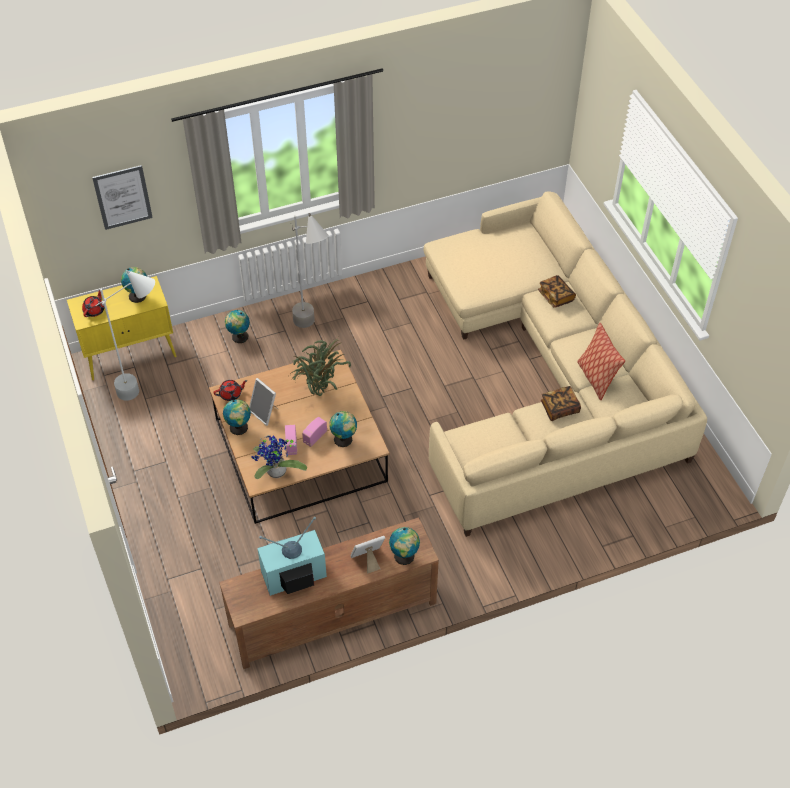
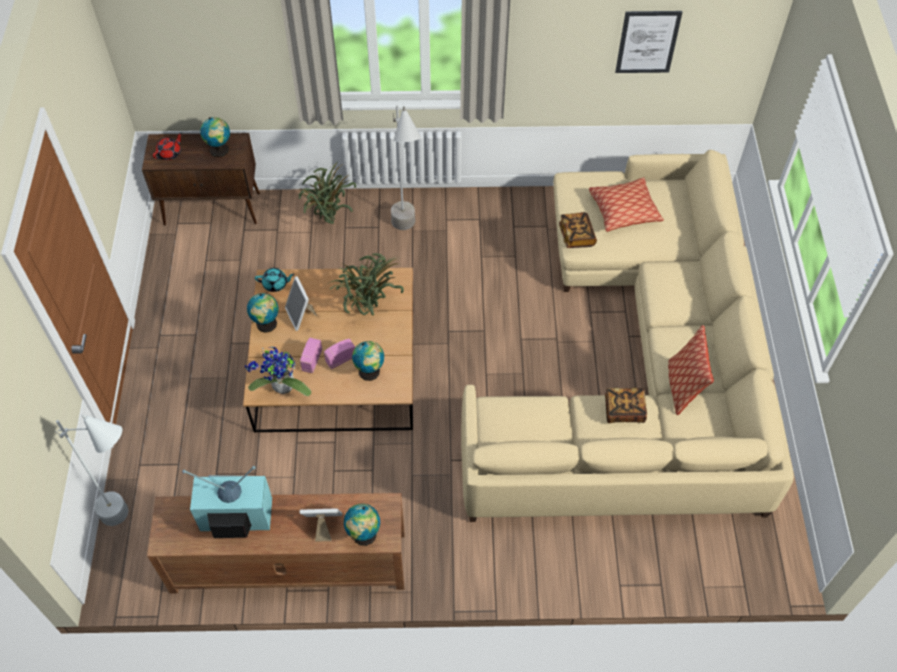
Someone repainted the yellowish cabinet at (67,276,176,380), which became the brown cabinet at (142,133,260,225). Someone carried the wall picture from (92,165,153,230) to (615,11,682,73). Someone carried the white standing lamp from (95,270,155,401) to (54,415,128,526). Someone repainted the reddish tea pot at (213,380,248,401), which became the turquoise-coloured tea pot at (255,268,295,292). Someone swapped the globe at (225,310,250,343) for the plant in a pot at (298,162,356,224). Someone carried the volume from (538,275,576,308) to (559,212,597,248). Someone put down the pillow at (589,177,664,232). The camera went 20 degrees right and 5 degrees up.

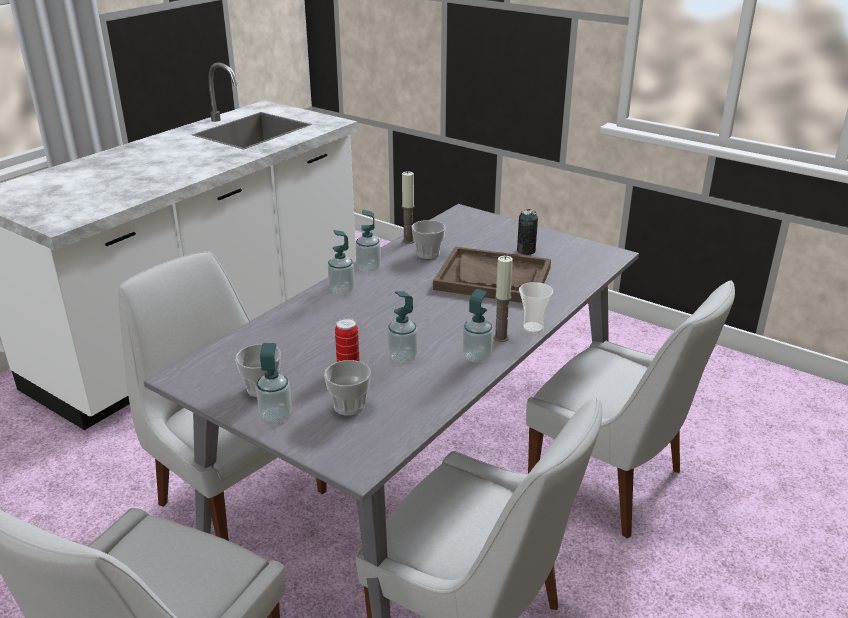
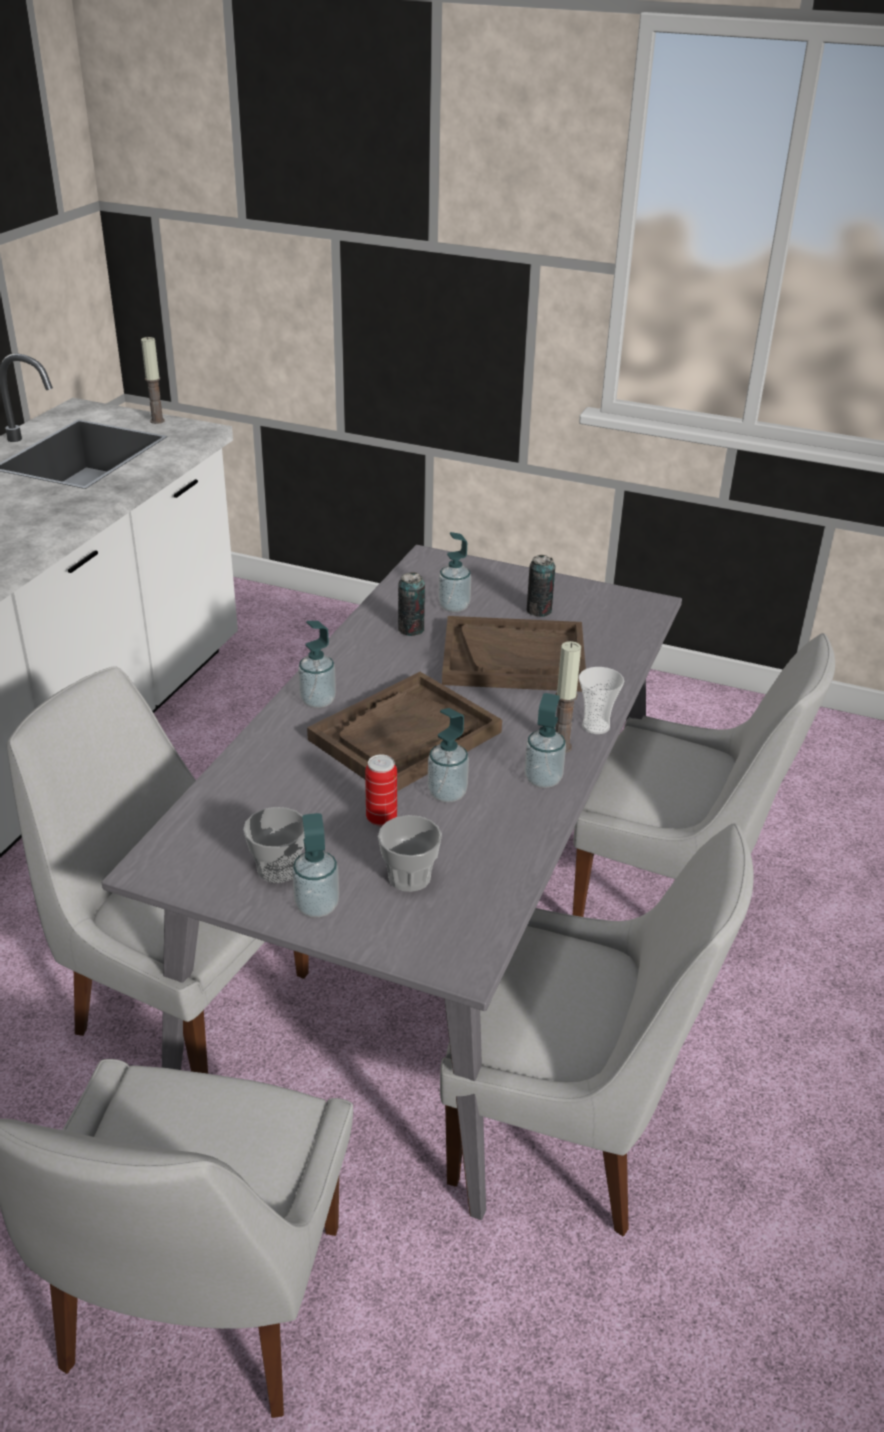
Someone carried the soap dispenser from (355,210,381,272) to (438,532,471,613). Someone carried the wax light from (402,171,415,244) to (141,336,165,424). Someone swapped the small cup at (411,220,446,259) for the sealed can at (398,572,425,636). Someone put down the brown carrying tray at (307,672,502,791). The camera went 15 degrees left and 5 degrees up.

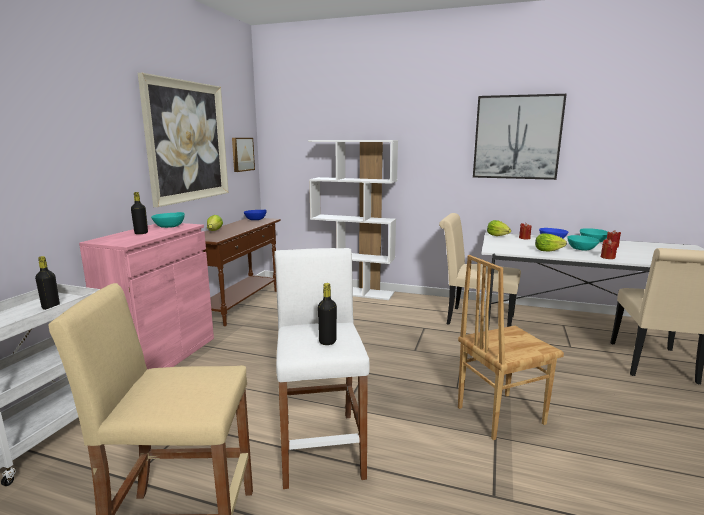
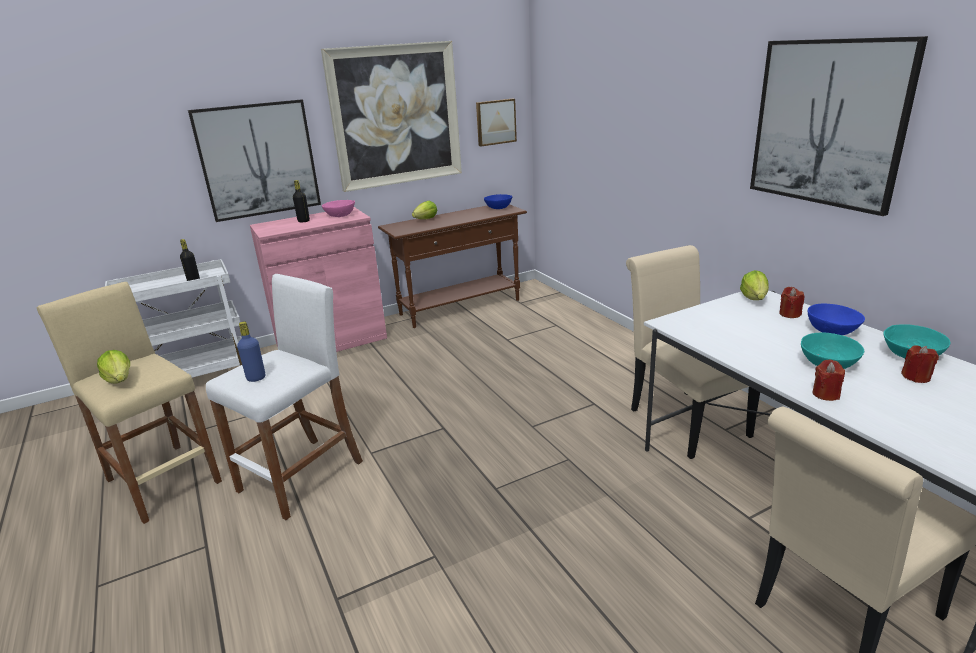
Someone repainted the turquoise-coloured bowl at (151,212,185,228), which became the pink bowl at (322,200,355,217). Someone took away the white bookcase at (308,140,398,300). Someone repainted the black-coloured drink bottle at (318,283,337,345), which became the bluish drink bottle at (237,322,265,382). Someone took away the brown plain chair at (458,255,564,440). Someone carried the lettuce head from (535,233,567,251) to (97,350,130,384). Someone put up the wall picture at (188,99,321,222). The camera went 45 degrees right and 10 degrees up.

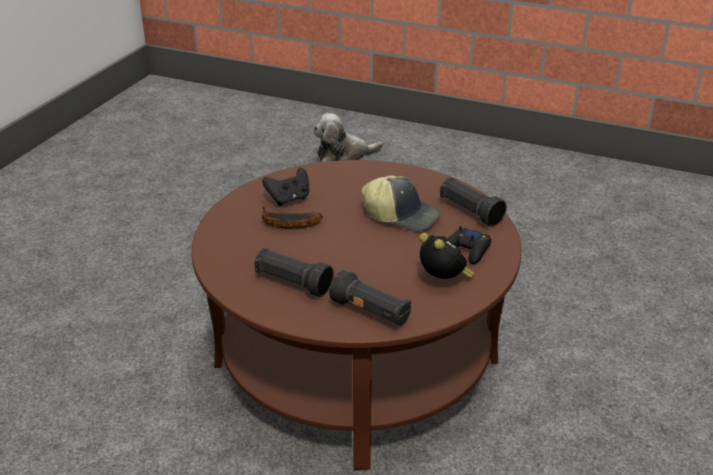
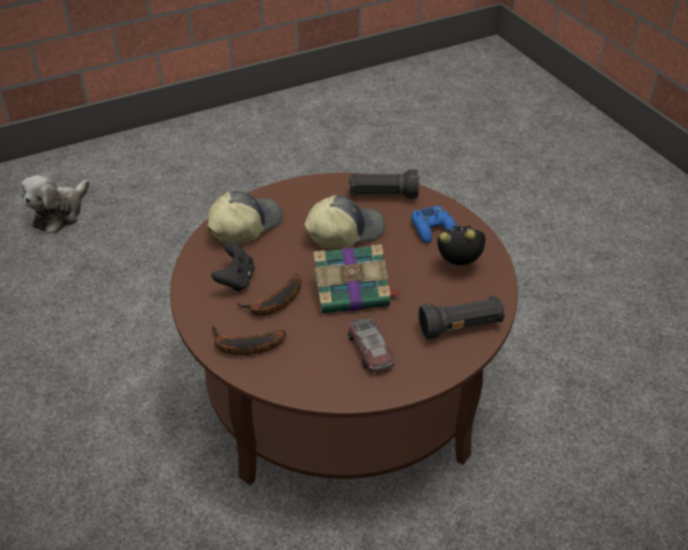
Someone swapped the black-coloured flashlight at (254,248,334,297) for the toy car at (348,318,395,374). Someone repainted the black-coloured joypad at (448,226,491,264), which became the bluish joypad at (411,206,456,243). Someone put down the cap at (208,191,283,245). Someone put down the banana at (212,326,286,355). Someone put down the volume at (313,244,402,313). The camera went 50 degrees left and 10 degrees up.

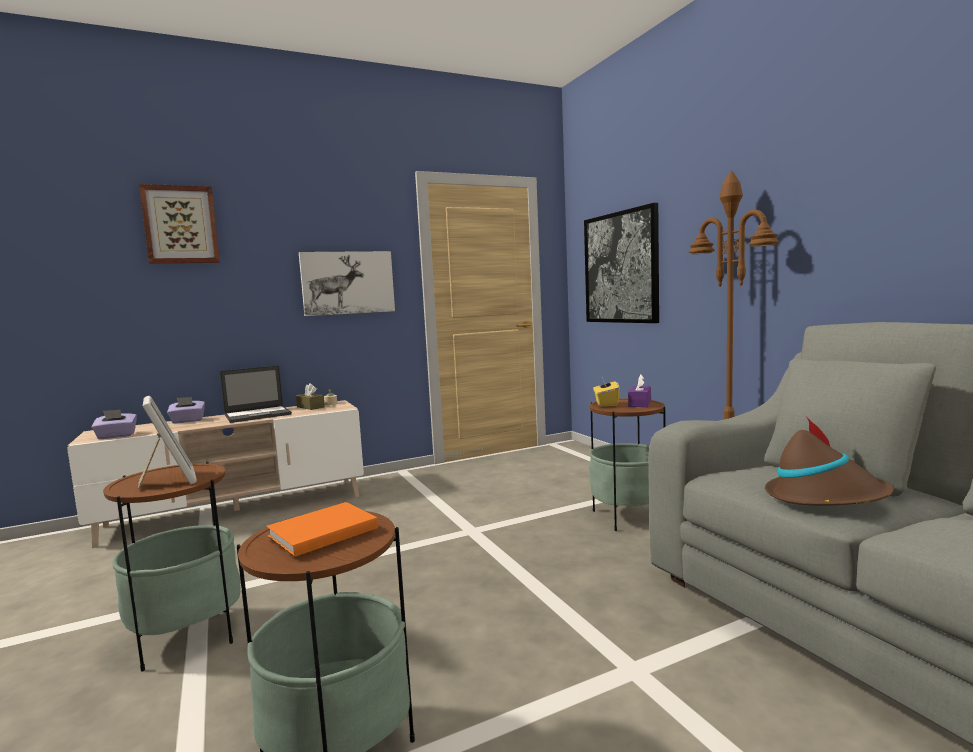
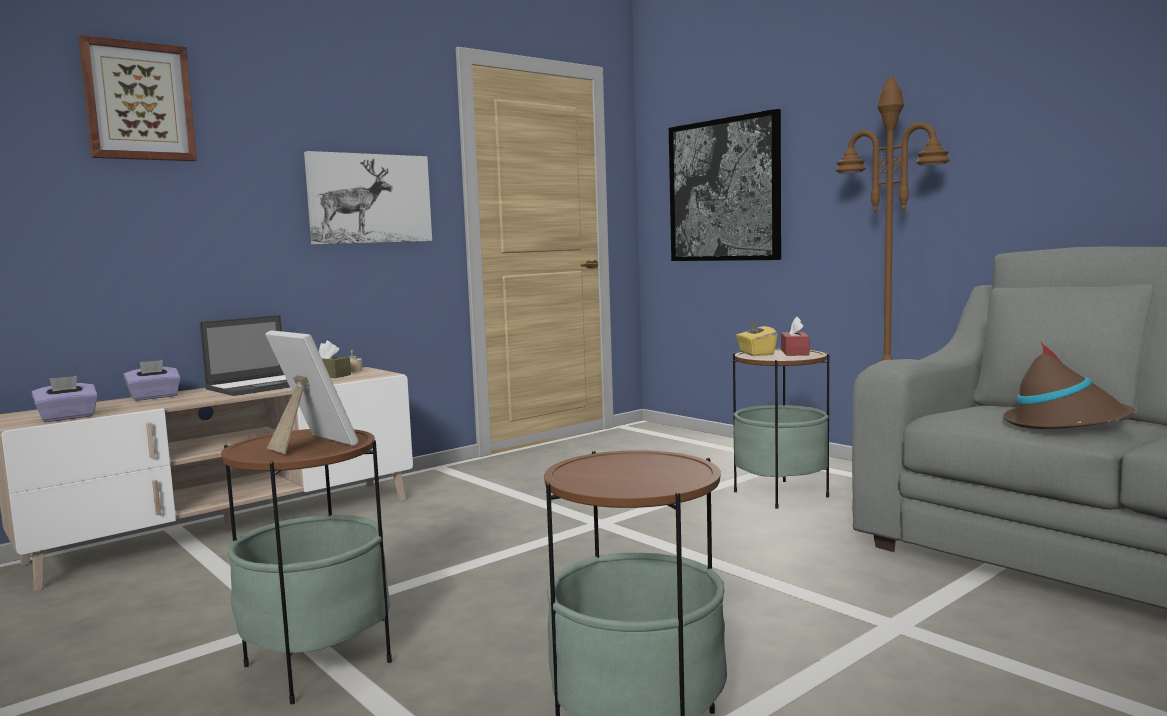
Someone took away the orange volume at (267,502,378,557). Someone repainted the purple tissue box at (628,375,651,407), which became the reddish tissue box at (781,316,810,356). The camera went 15 degrees left and 0 degrees up.

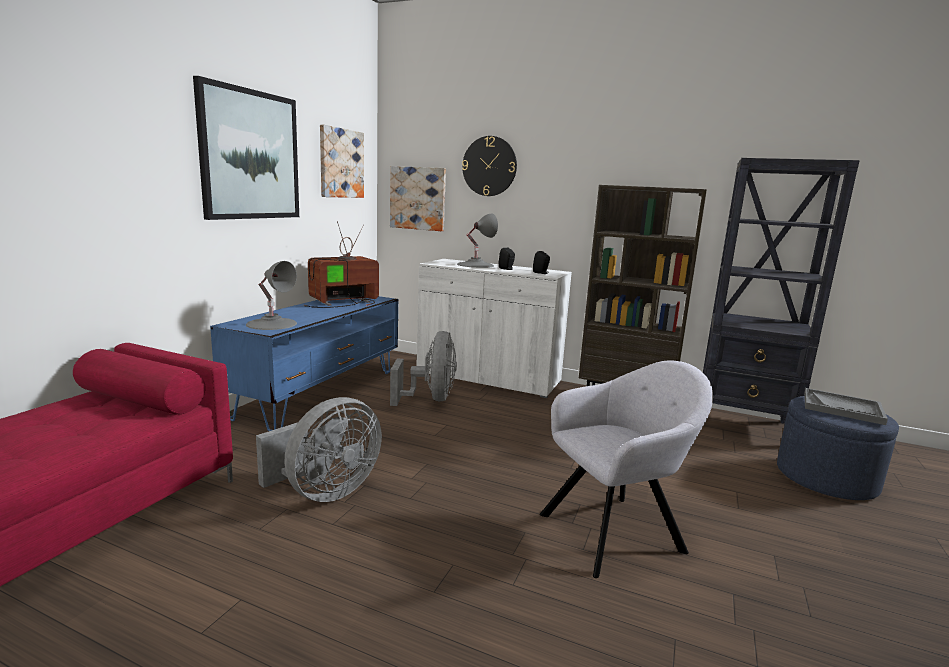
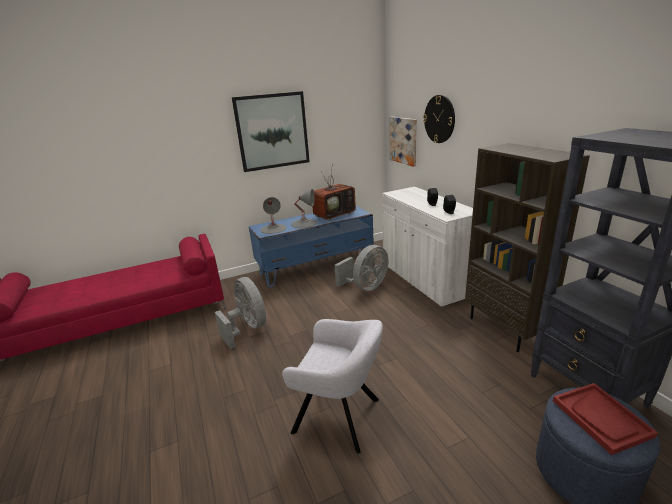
Someone rotated the gray electric fan at (256,397,382,502) by 120 degrees counterclockwise. Someone rotated the TV set at (303,221,379,308) by 135 degrees clockwise. Someone took away the wall picture at (320,125,364,198). Someone carried the gray lamp for a table from (457,213,498,268) to (291,189,317,228). Someone repainted the gray carrying tray at (804,388,888,425), which became the reddish carrying tray at (553,383,658,455). The camera went 45 degrees right and 10 degrees up.

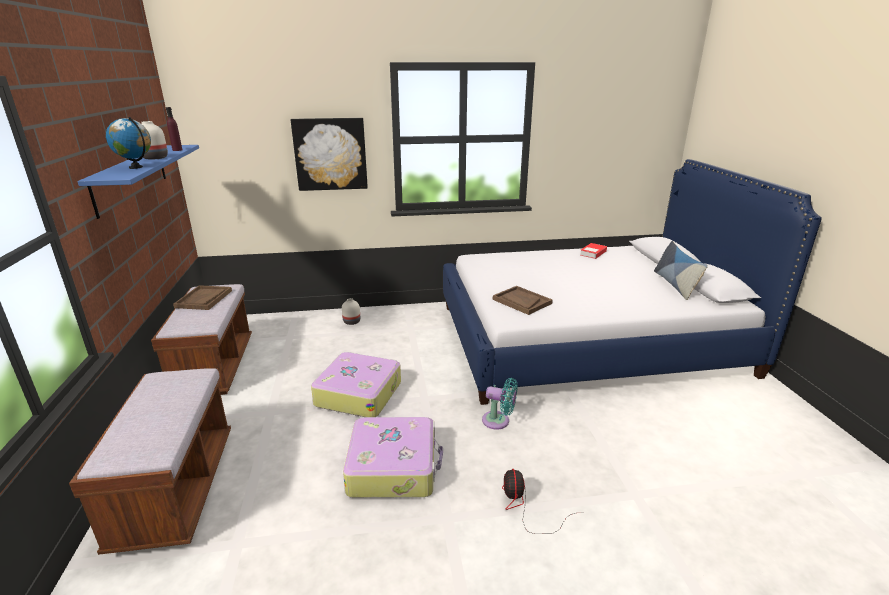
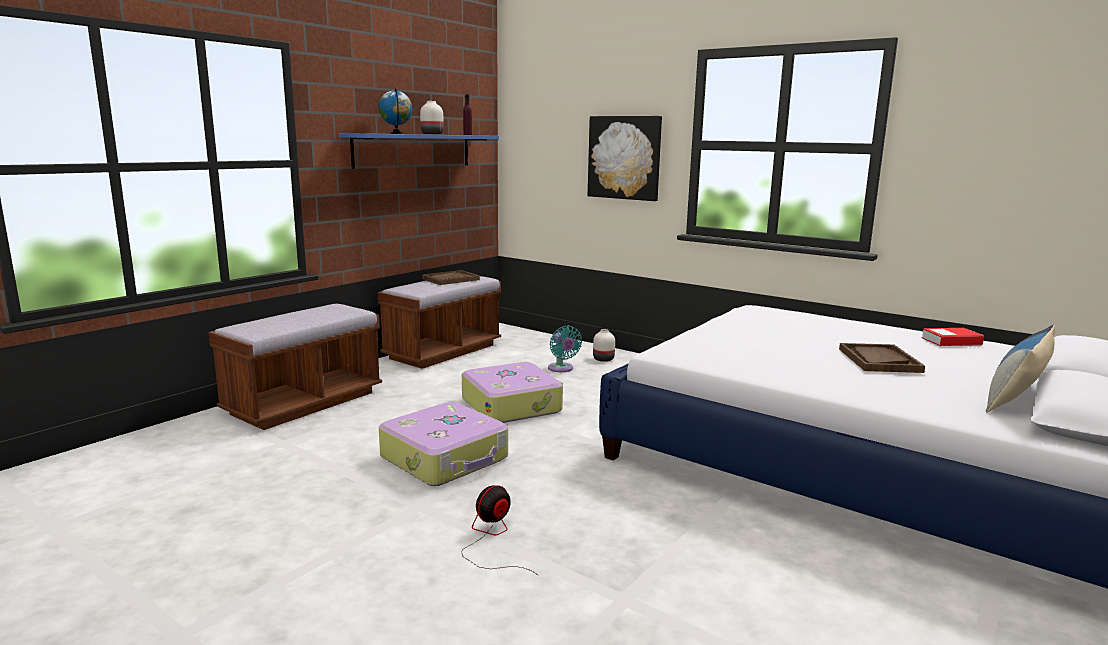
Someone carried the turquoise-coloured electric fan from (482,378,518,429) to (548,325,582,372). Someone carried the brown carrying tray from (493,286,553,315) to (839,343,925,373). The camera went 45 degrees right and 10 degrees down.

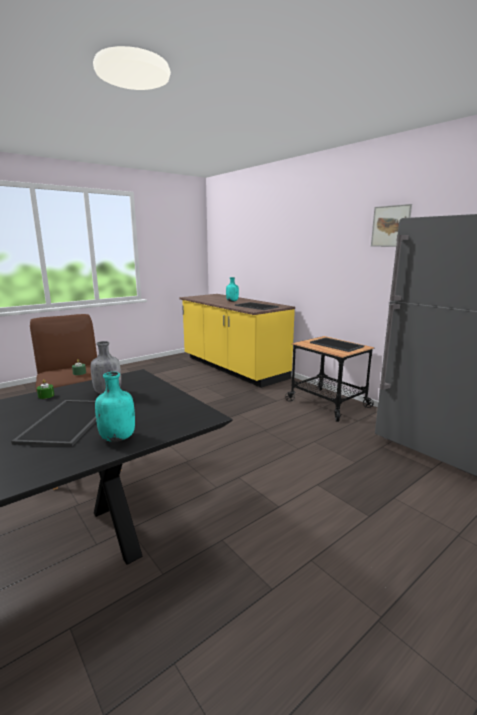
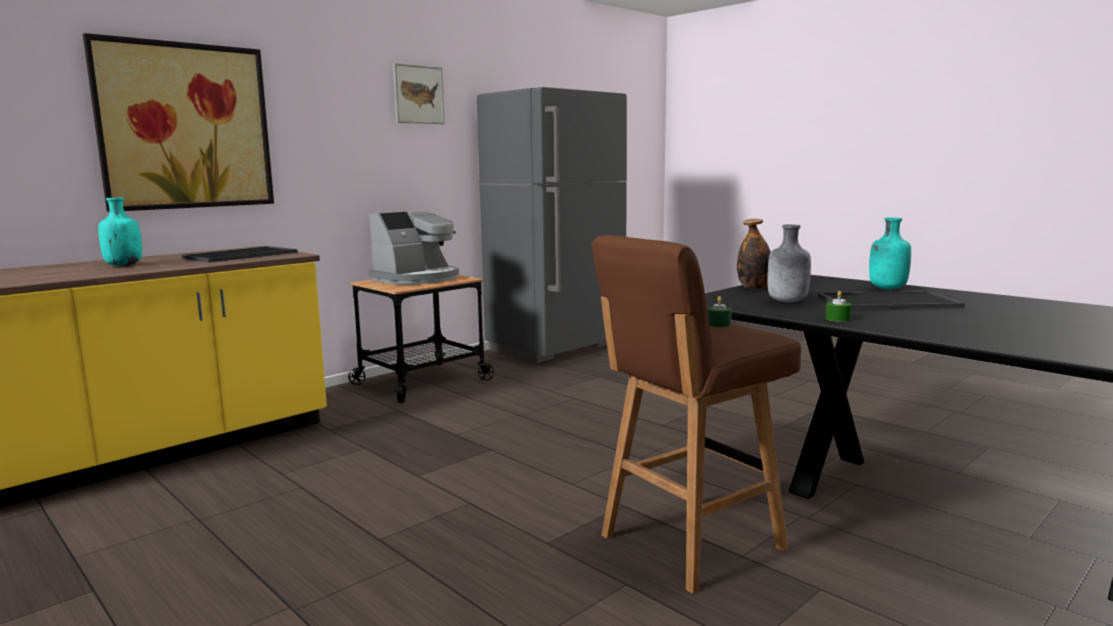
Someone swapped the carrying tray at (310,337,364,352) for the coffee maker at (369,210,459,285). Someone put up the wall picture at (83,33,274,212). Someone put down the drink bottle at (737,219,771,289). The camera went 95 degrees left and 5 degrees down.

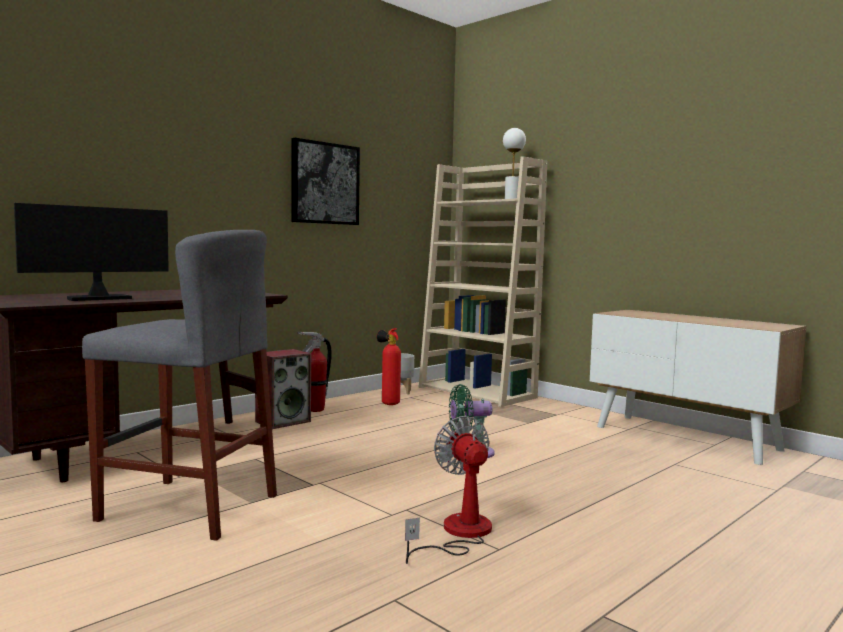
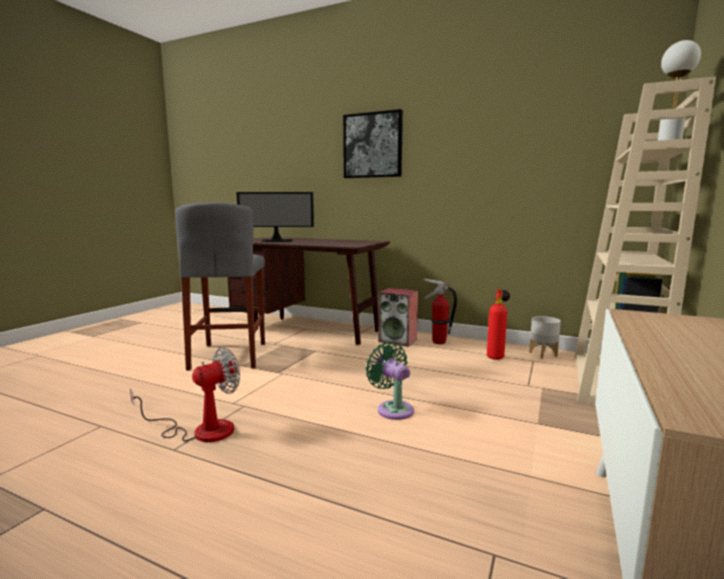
Someone rotated the computer screen at (14,203,169,301) by 150 degrees clockwise. Someone carried the wall picture from (291,138,360,225) to (343,109,403,178). The camera went 70 degrees right and 5 degrees up.

